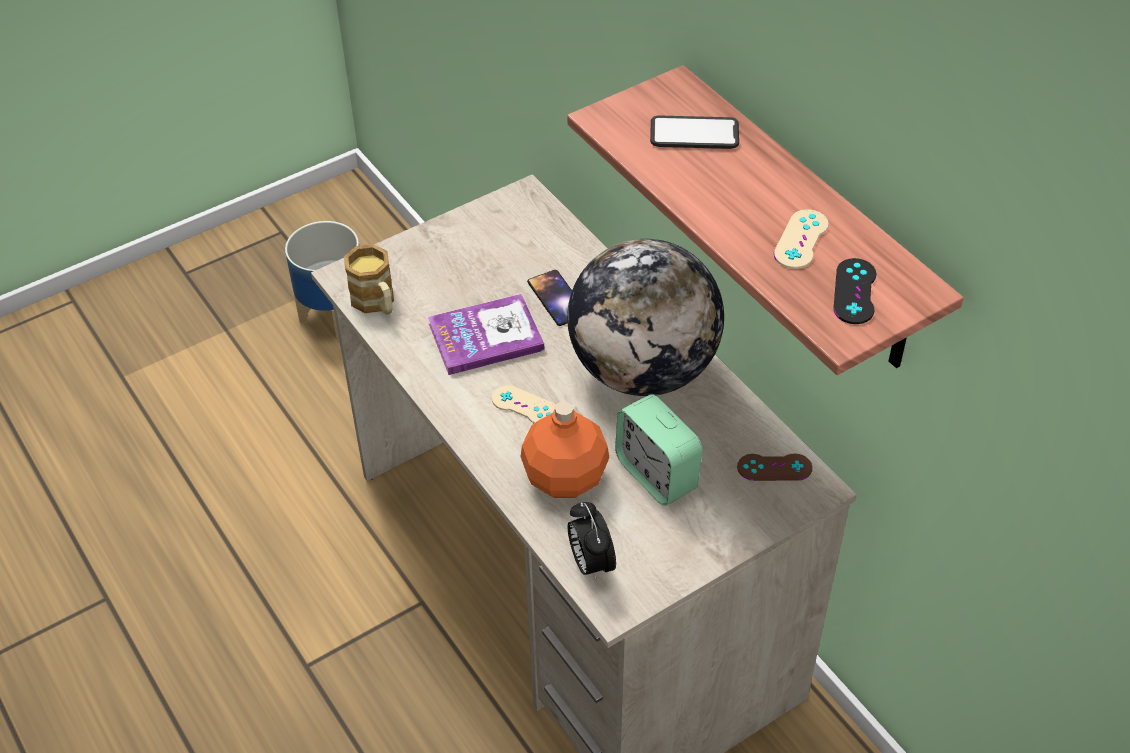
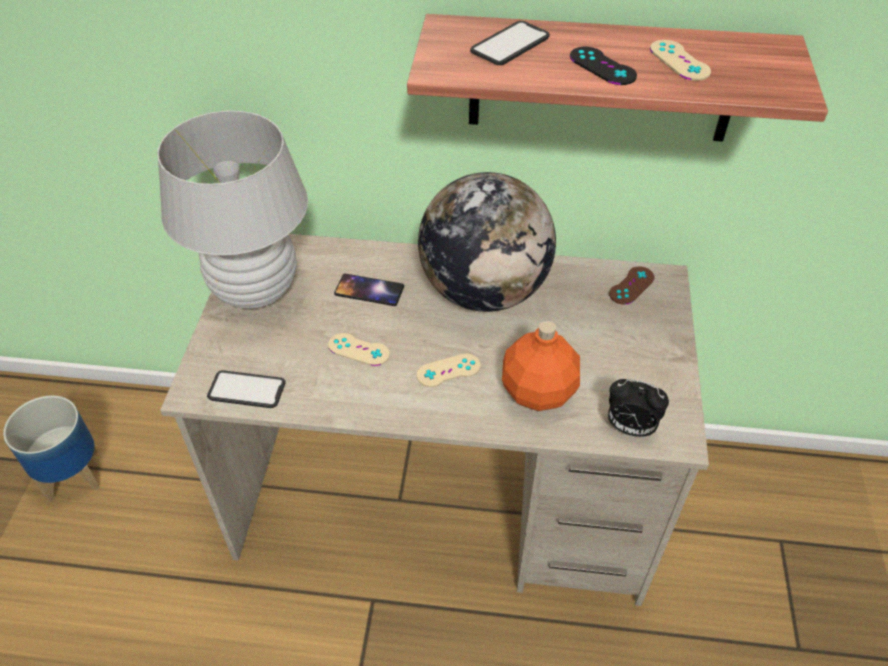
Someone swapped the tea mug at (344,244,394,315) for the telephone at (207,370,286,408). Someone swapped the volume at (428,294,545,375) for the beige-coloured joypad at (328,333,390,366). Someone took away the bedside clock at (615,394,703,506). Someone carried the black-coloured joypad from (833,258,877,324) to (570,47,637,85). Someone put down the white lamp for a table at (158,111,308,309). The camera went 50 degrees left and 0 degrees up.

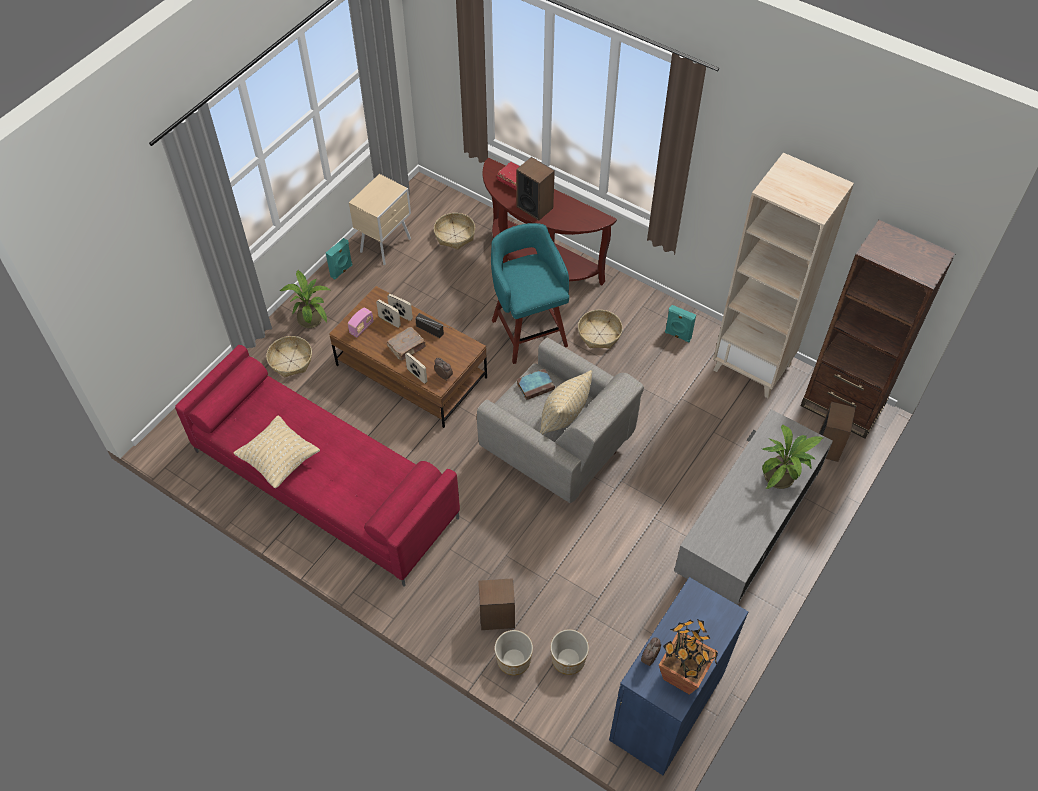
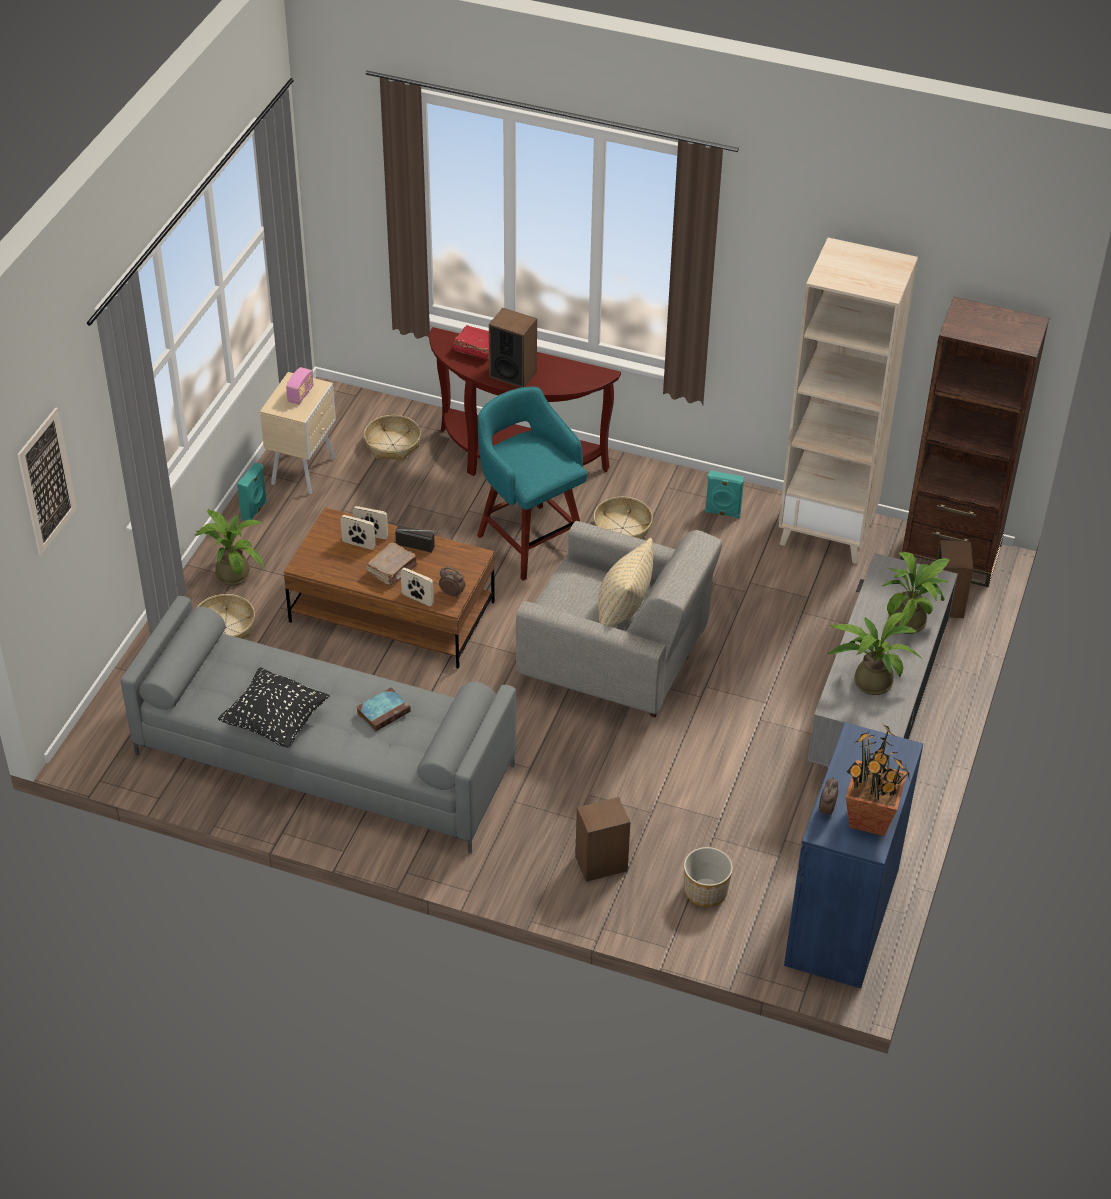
Someone repainted the reddish couch at (175,345,460,587), which became the gray couch at (121,596,516,854). Someone repainted the beige-coloured pillow at (234,416,320,488), which became the black-coloured pillow at (218,667,330,748). Someone carried the radio set from (348,307,374,337) to (286,367,314,404). Someone took away the planter at (495,630,533,675). Someone carried the volume from (517,369,555,400) to (357,687,411,732). Someone put up the wall picture at (17,407,77,555). Someone put down the plant in a pot at (828,612,922,695). The camera went 15 degrees left and 10 degrees down.

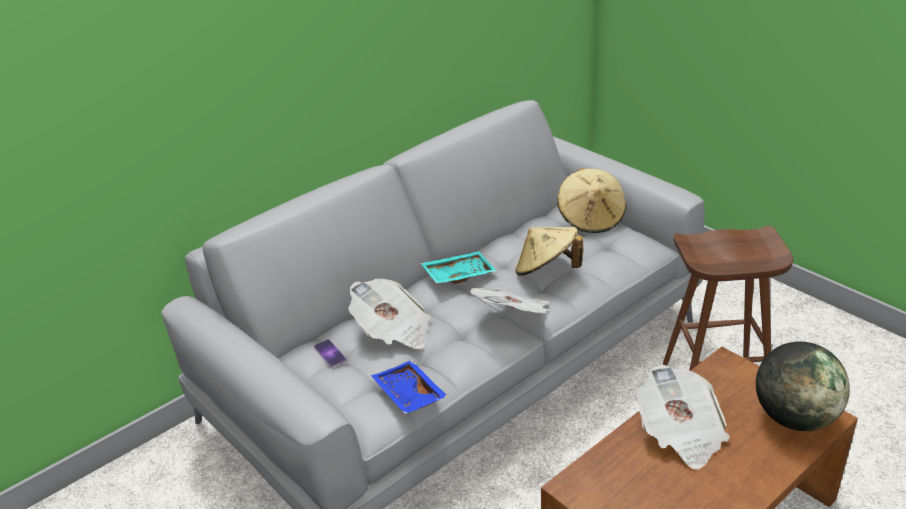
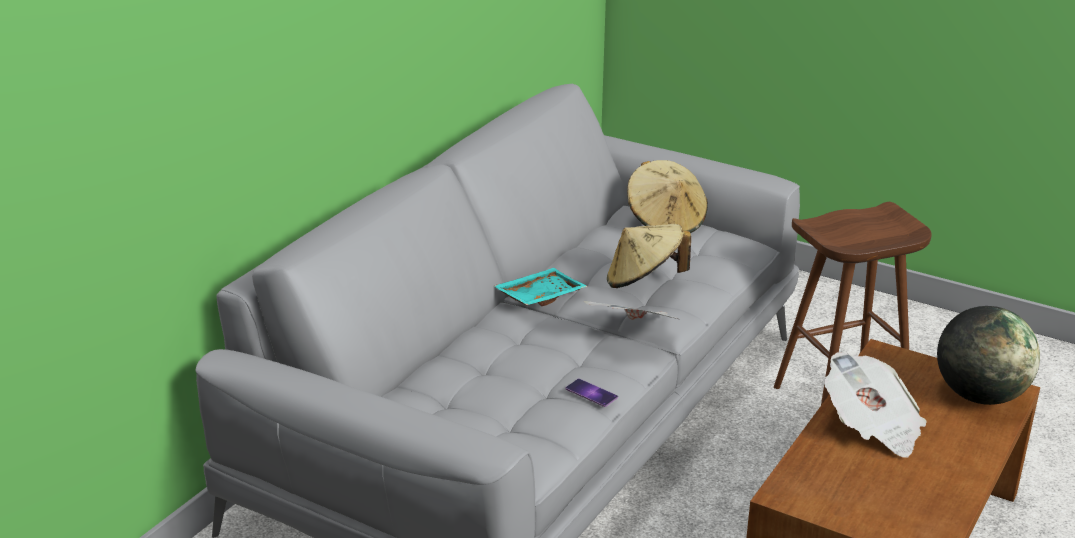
Someone carried the telephone from (314,339,347,367) to (566,379,618,407). Someone took away the newspaper at (348,279,431,350). Someone took away the bluish carrying tray at (371,360,448,414). The camera went 20 degrees left and 5 degrees down.

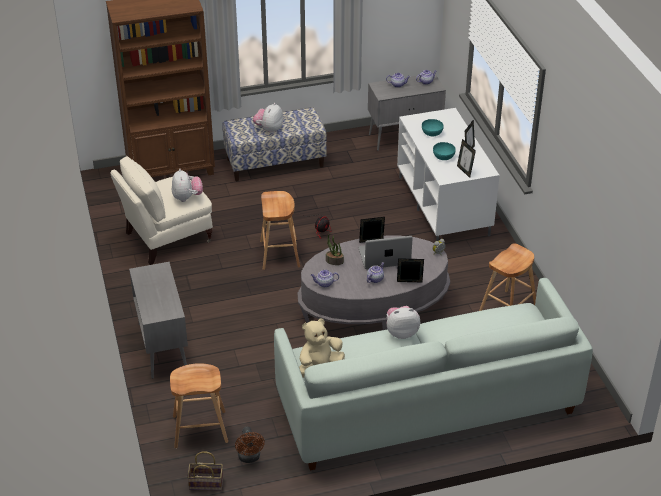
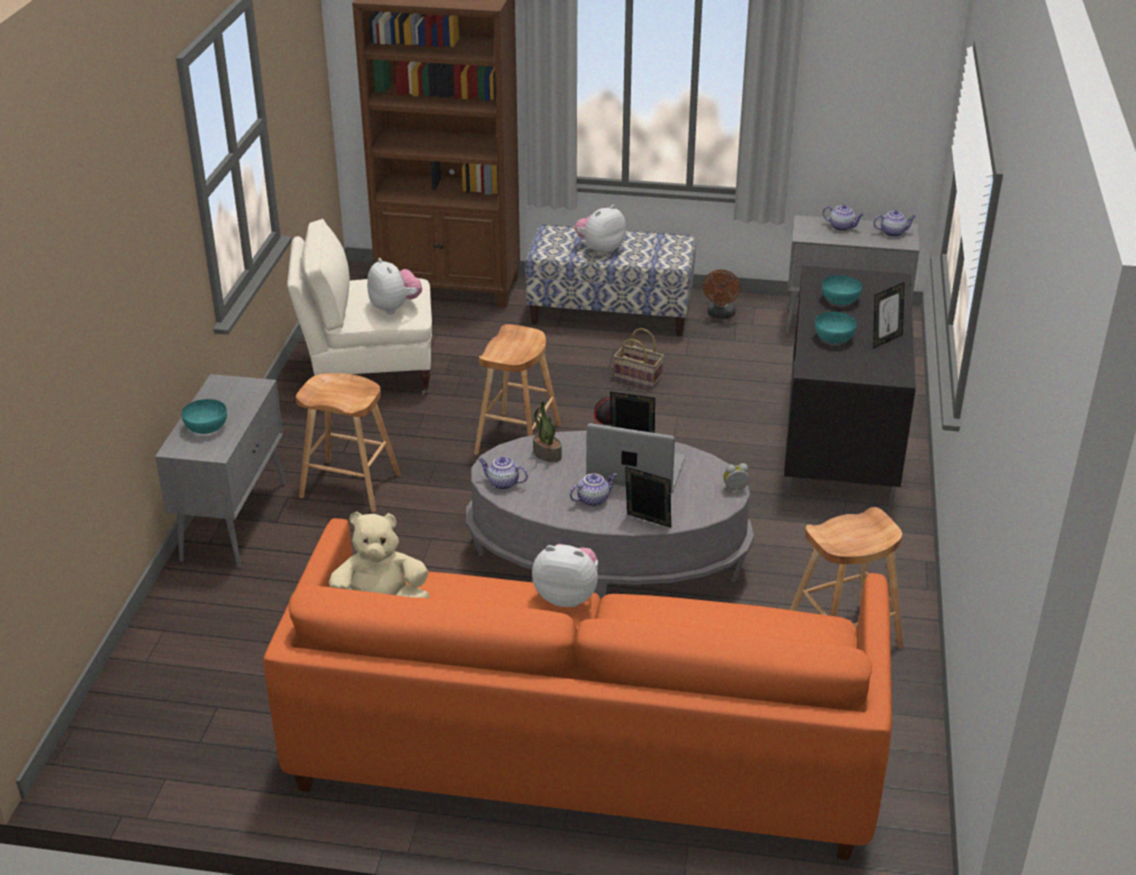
Someone carried the brown stool seat from (170,363,228,448) to (296,373,401,512). Someone rotated the plush toy at (172,169,203,202) by 45 degrees counterclockwise. Someone carried the storage basket from (187,451,223,491) to (614,328,664,388). Someone carried the brown electric fan from (235,427,265,463) to (703,269,741,319). Someone repainted the white couch at (274,278,593,470), which became the orange couch at (263,518,892,860). Someone repainted the white media console at (397,108,500,241), which became the black-coloured media console at (784,266,916,506). Someone took away the photo frame at (457,139,476,178). Someone put down the turquoise-coloured bowl at (181,399,227,434). The camera went 25 degrees right and 5 degrees down.

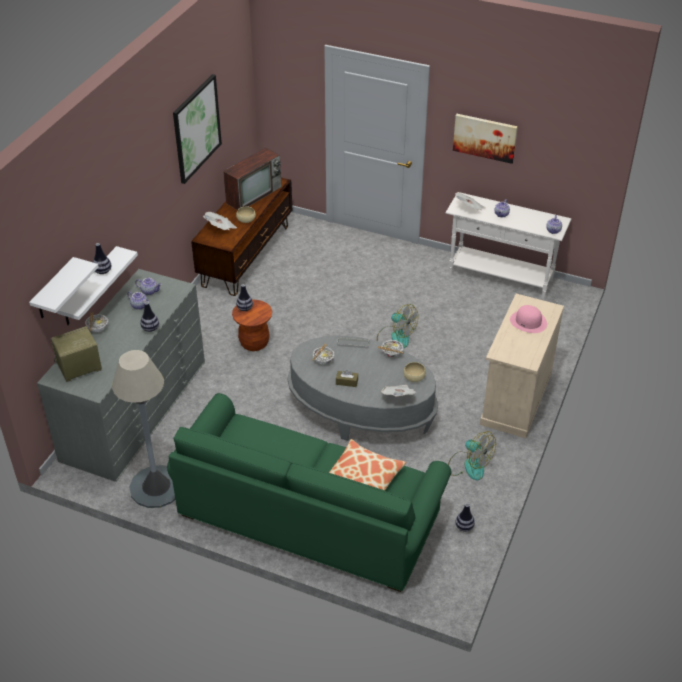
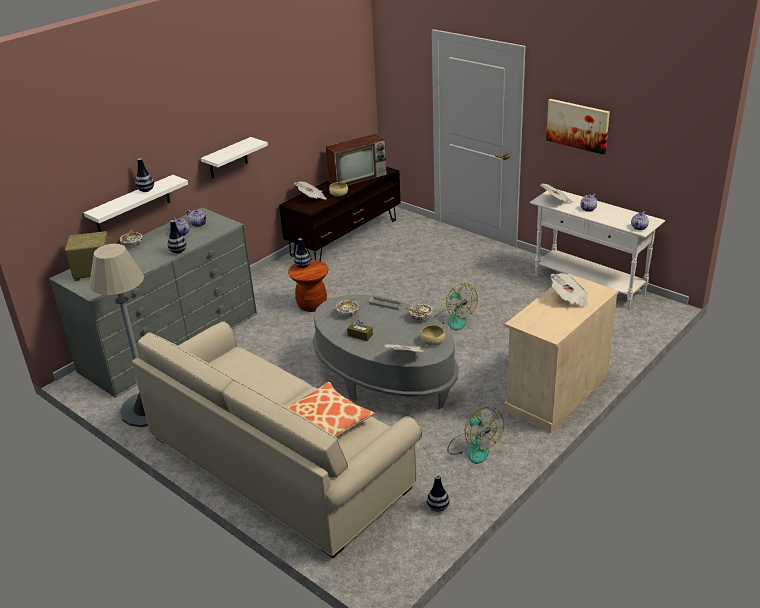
Someone carried the white wall shelf from (29,257,98,318) to (201,137,268,179). Someone repainted the green couch at (167,393,452,592), which became the beige-coloured couch at (132,321,422,558). Someone took away the wall picture at (173,74,222,184). Someone swapped the pink wearable hat at (510,305,547,333) for the newspaper at (551,273,588,307). The camera went 20 degrees right and 10 degrees down.

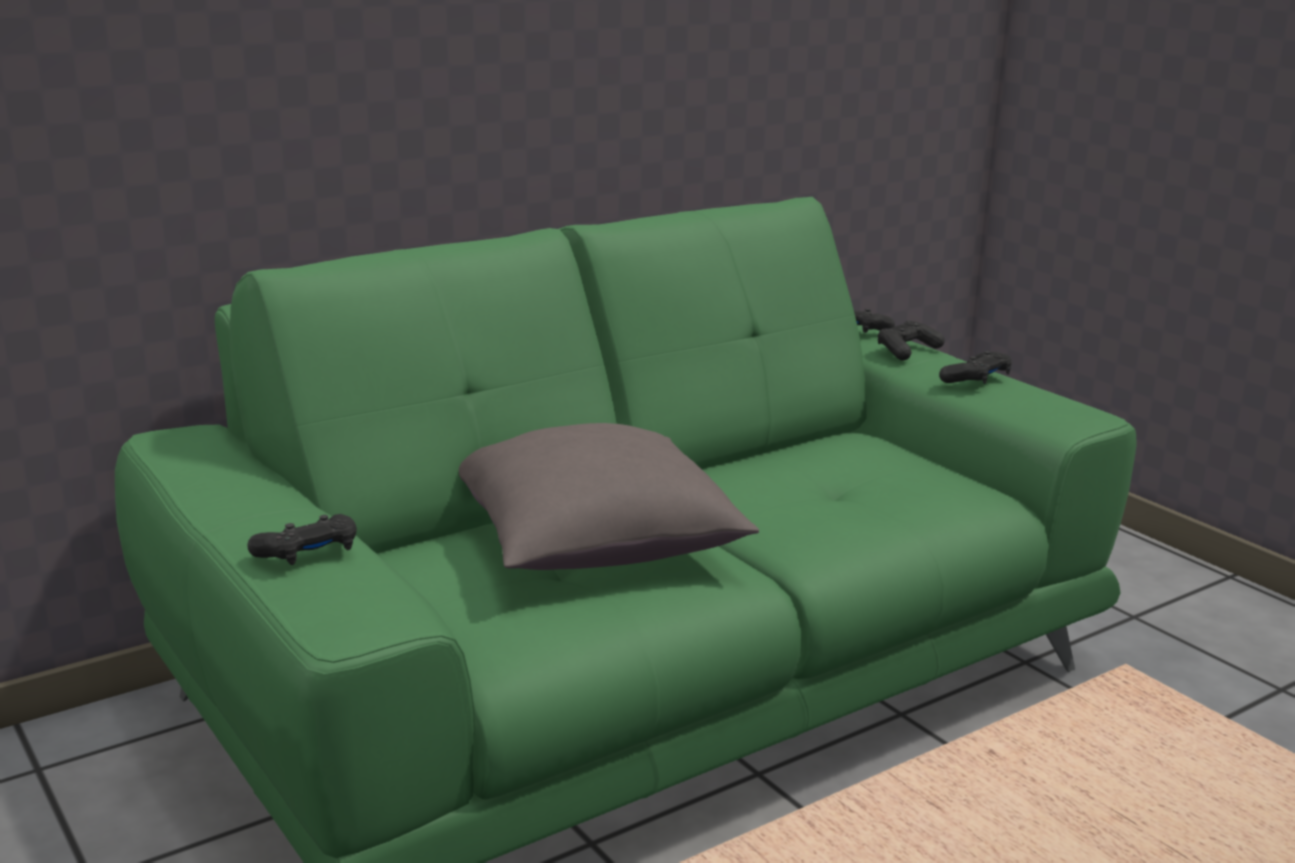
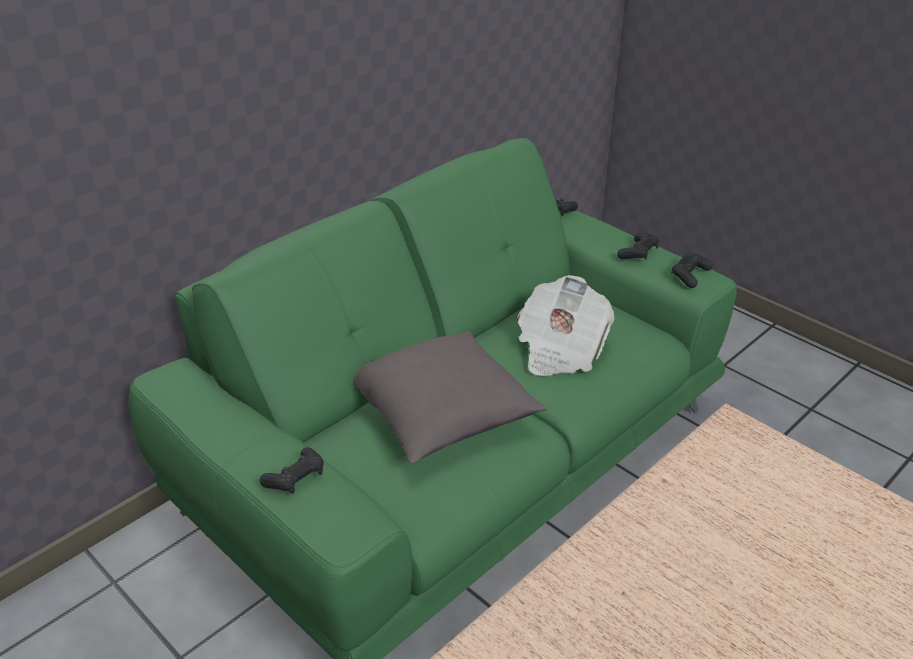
Someone carried the black-coloured joypad from (878,321,945,360) to (672,252,713,288). Someone put down the newspaper at (517,275,615,376). The camera went 10 degrees left and 15 degrees up.

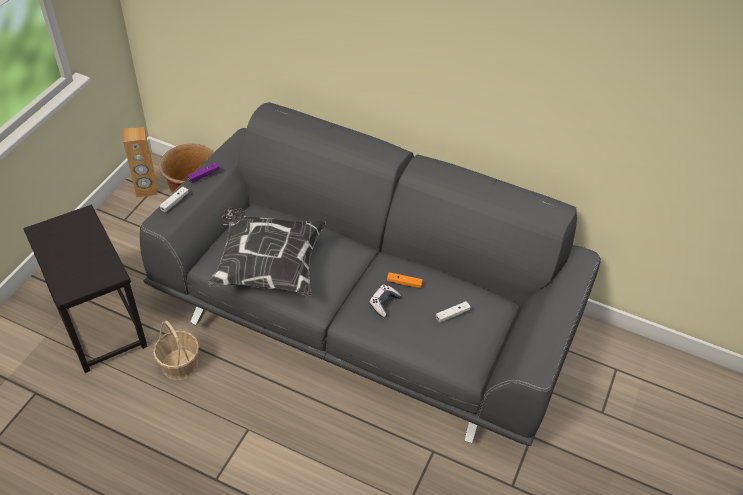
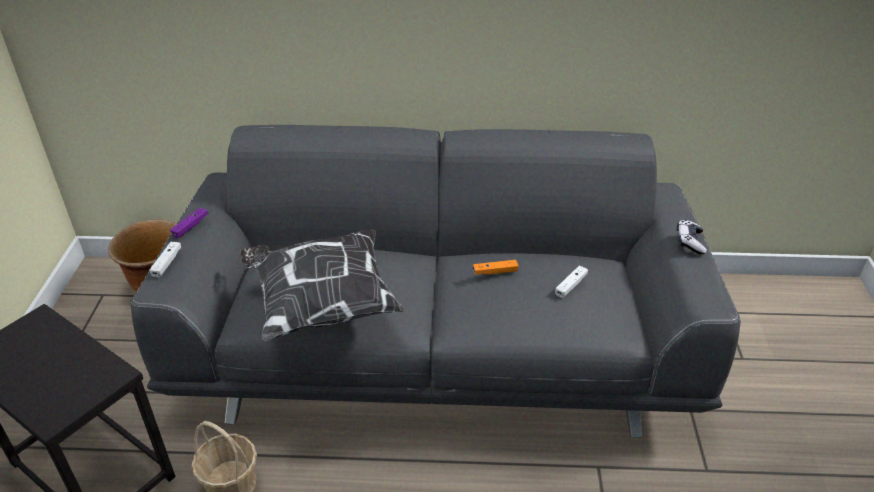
Someone took away the brown speaker at (123,127,158,197). Someone carried the joypad from (369,284,401,317) to (677,220,707,254). The camera went 20 degrees left and 10 degrees down.

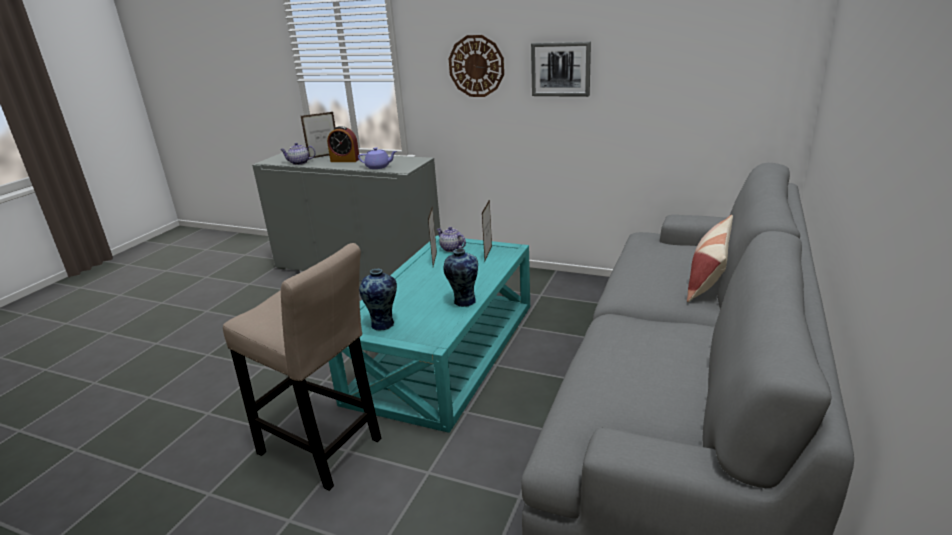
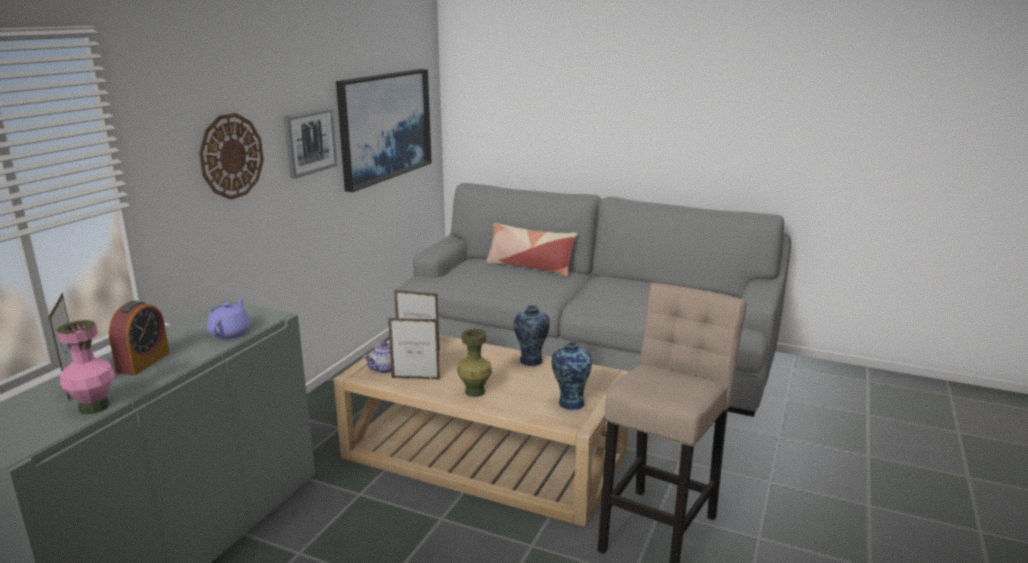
Someone swapped the tea pot at (280,143,316,165) for the pink flower vase at (56,320,115,414). Someone repainted the turquoise-coloured low table at (329,235,530,433), which became the beige-coloured low table at (334,335,629,527). Someone put up the wall picture at (336,69,432,192). Someone put down the green flower vase at (457,329,492,397). The camera went 90 degrees left and 5 degrees down.

